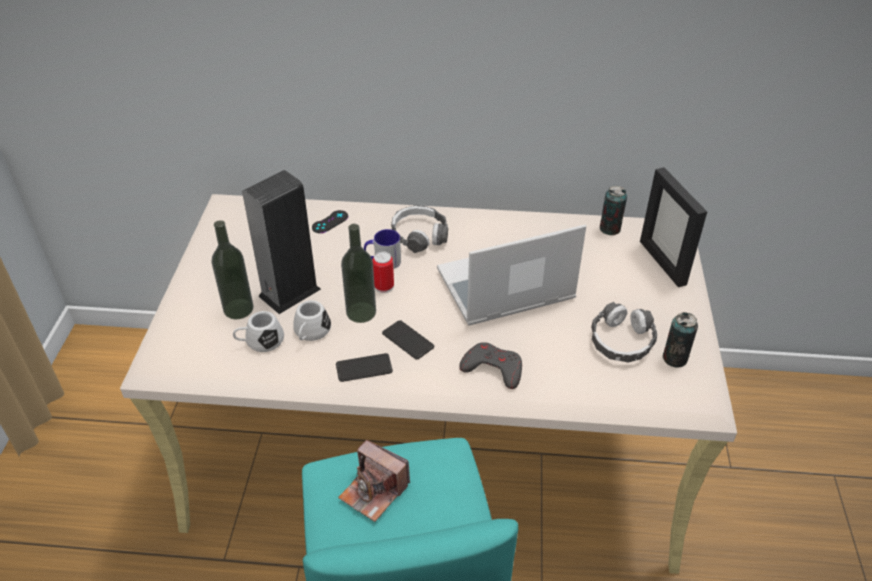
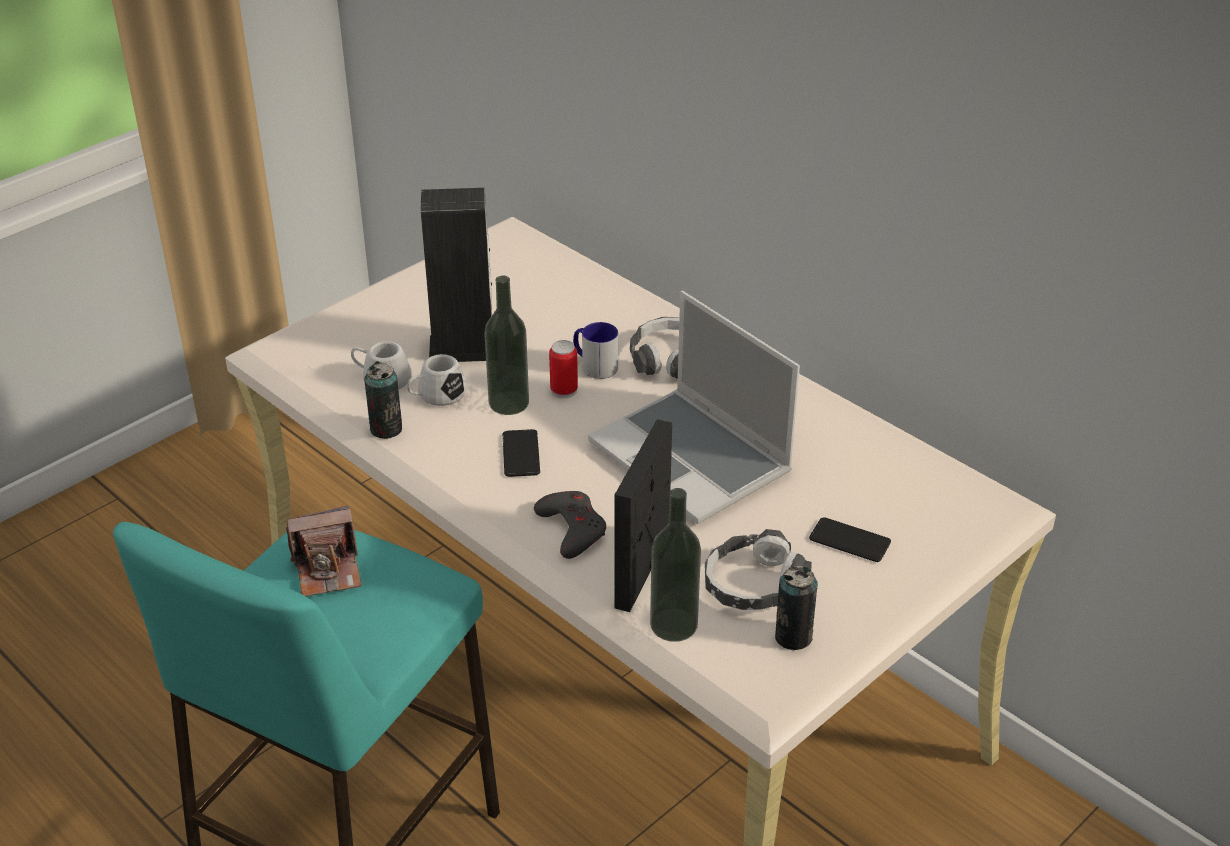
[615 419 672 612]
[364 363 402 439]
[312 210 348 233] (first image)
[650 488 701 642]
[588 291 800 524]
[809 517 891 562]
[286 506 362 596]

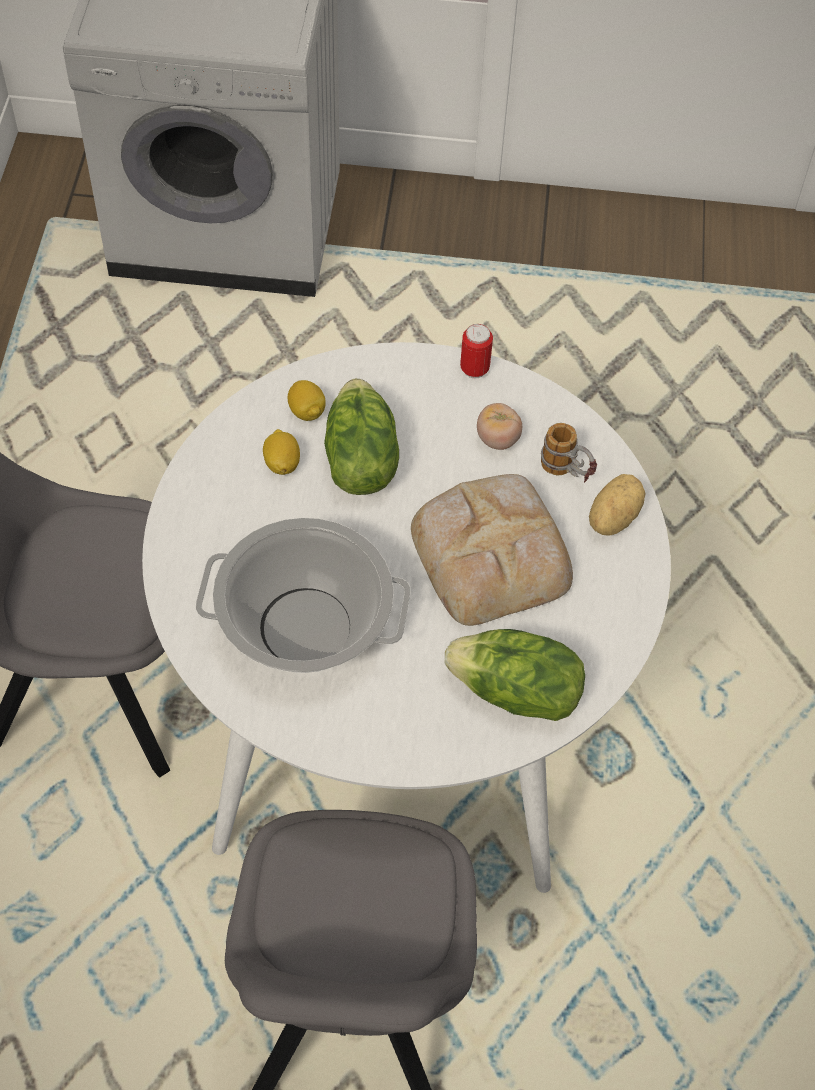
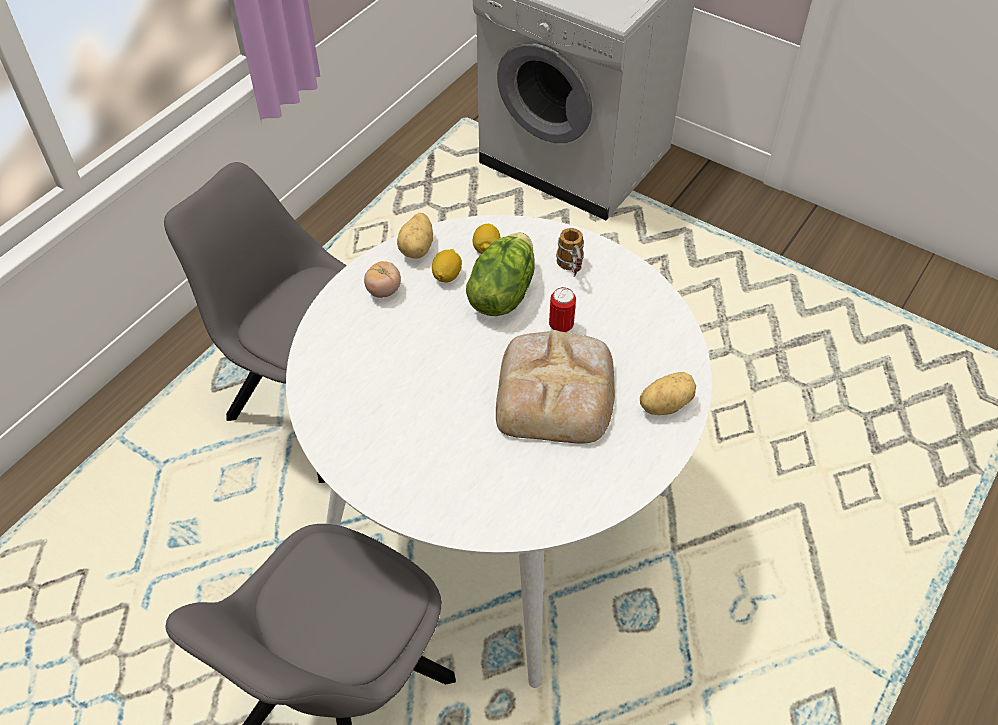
[549 287 576 333]
[364 261 401 298]
[556 228 584 277]
[196 518 410 673] (first image)
[445 629 585 721] (first image)
[397 213 433 259]

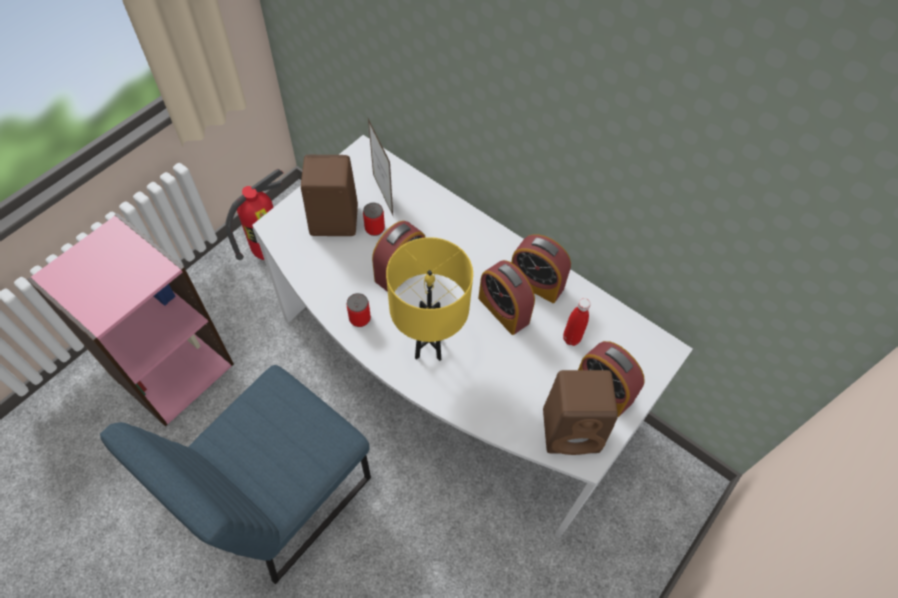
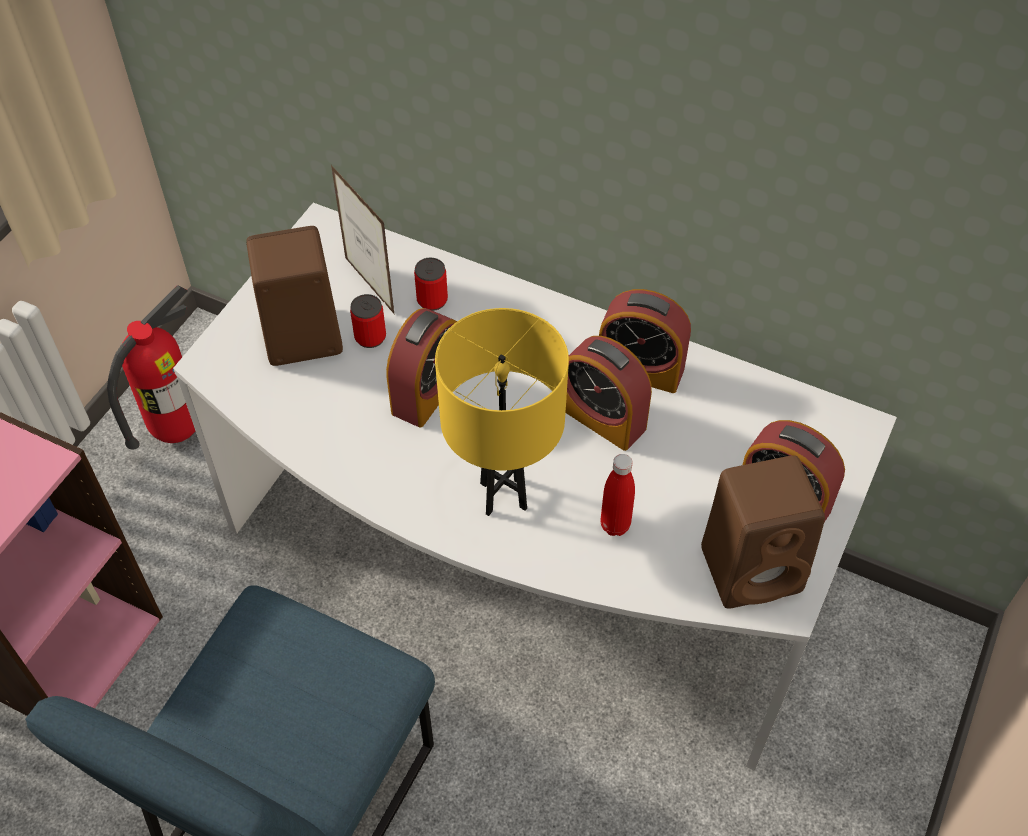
[414 257 448 311]
[601 454 635 536]

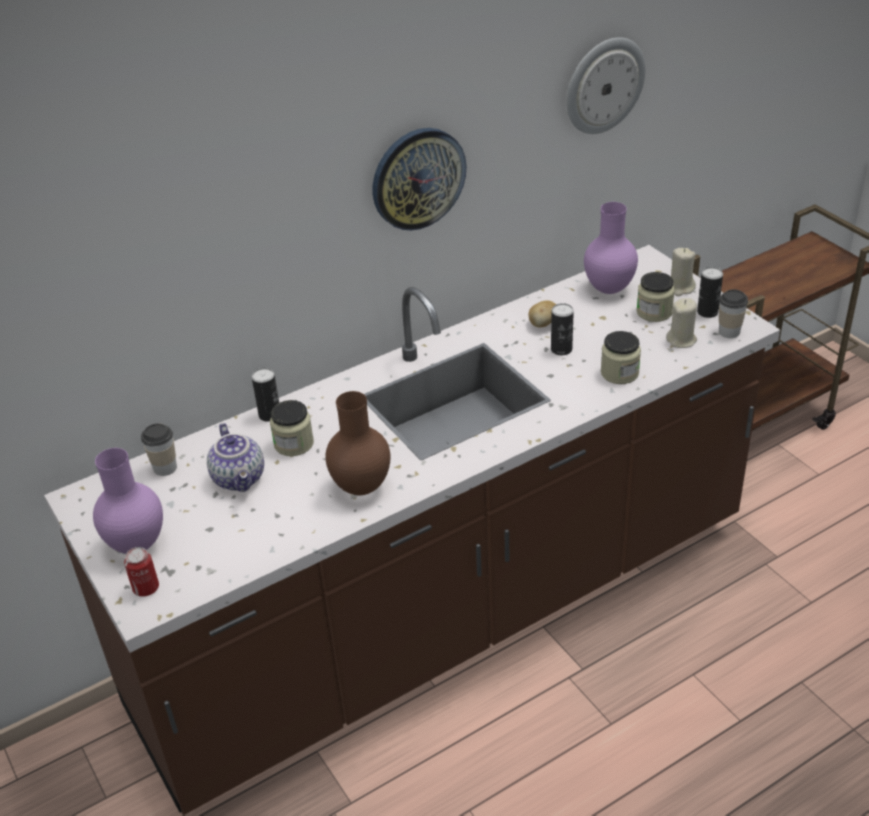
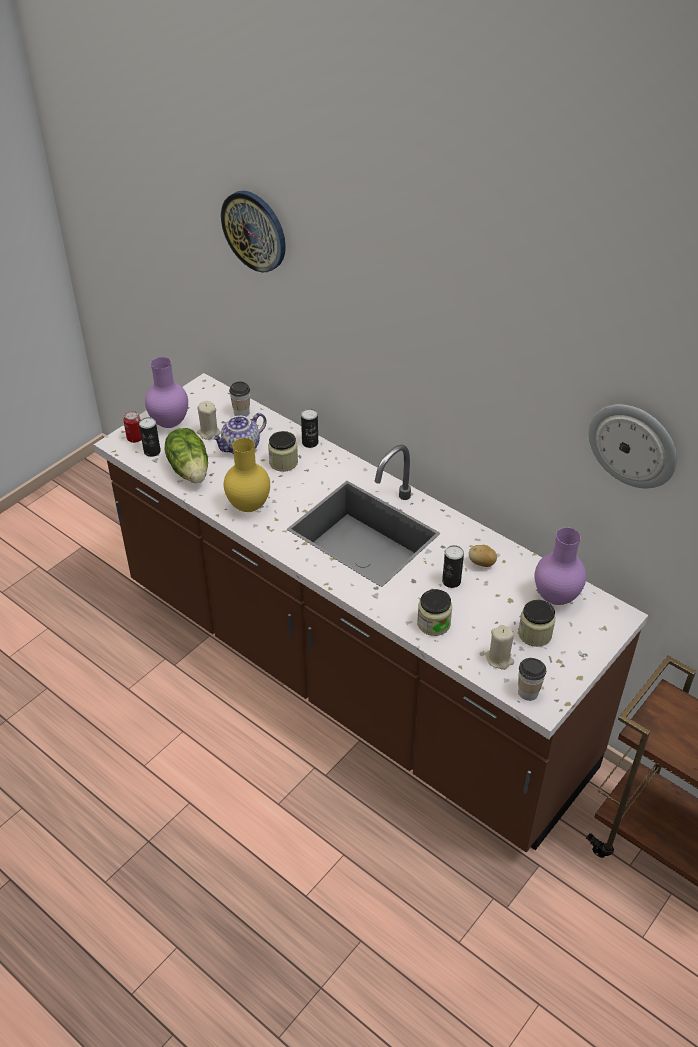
[221 191 286 272]
[197 401 221 440]
[139 417 161 457]
[224 438 270 512]
[164 428 208 483]

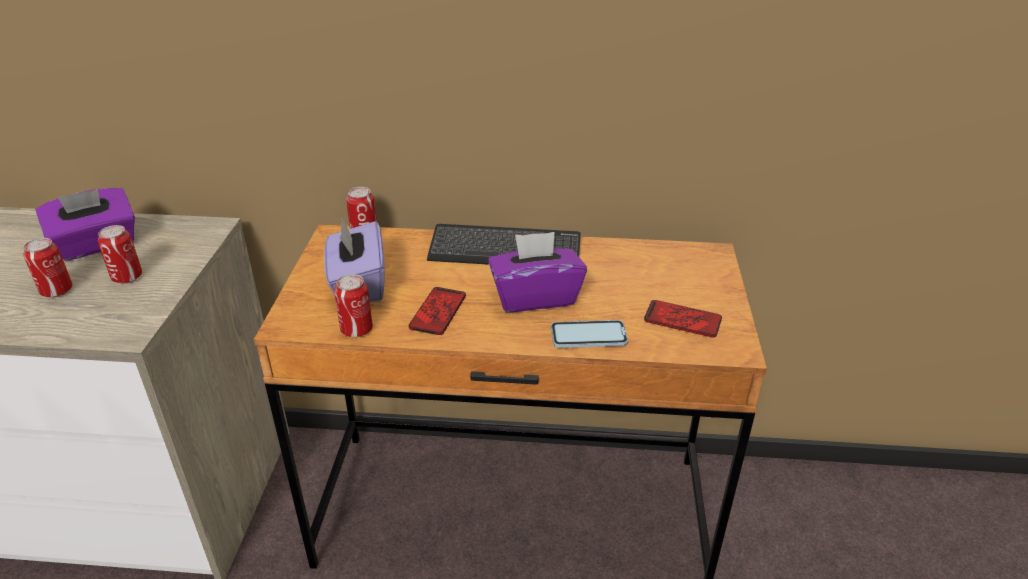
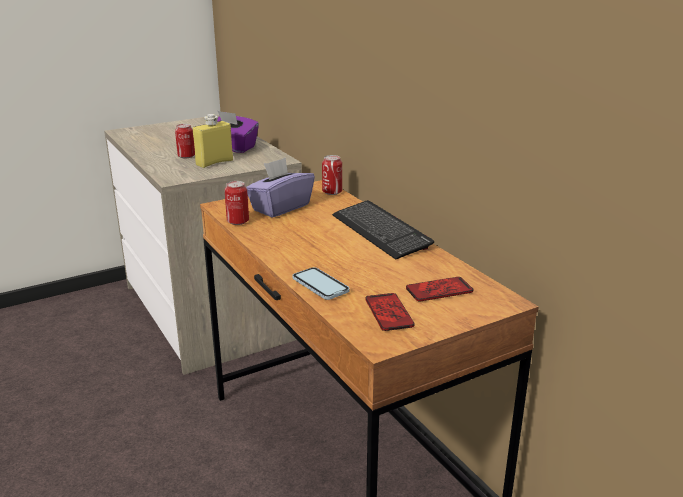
[193 114 233 168]
[488 232 587 312] (first image)
[406 277 473 302]

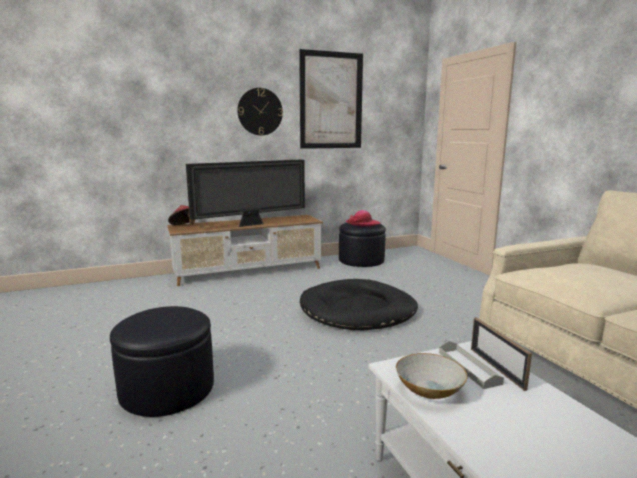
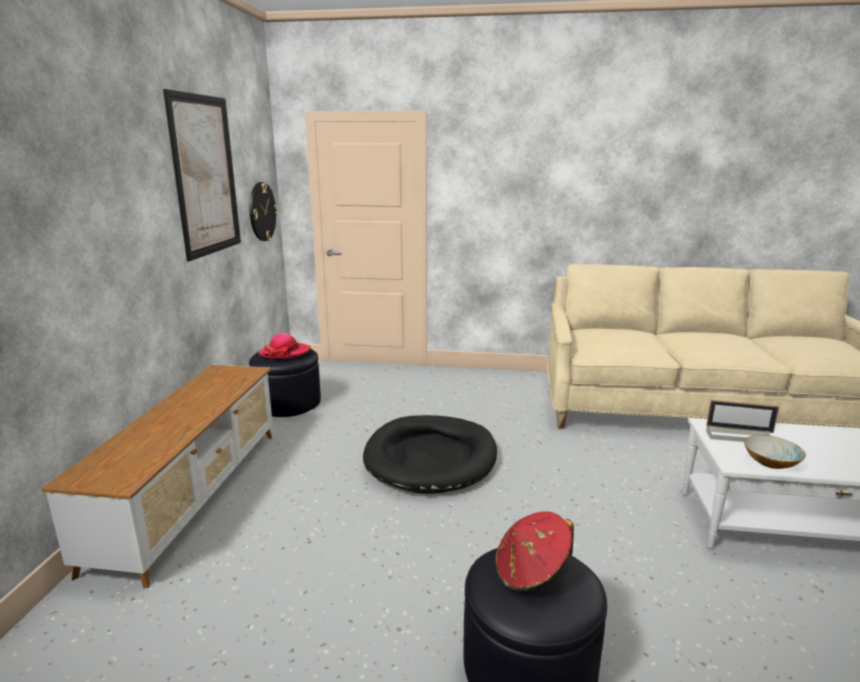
[250 182 278 241]
[186 160 305 227] (first image)
[495 511 574 592]

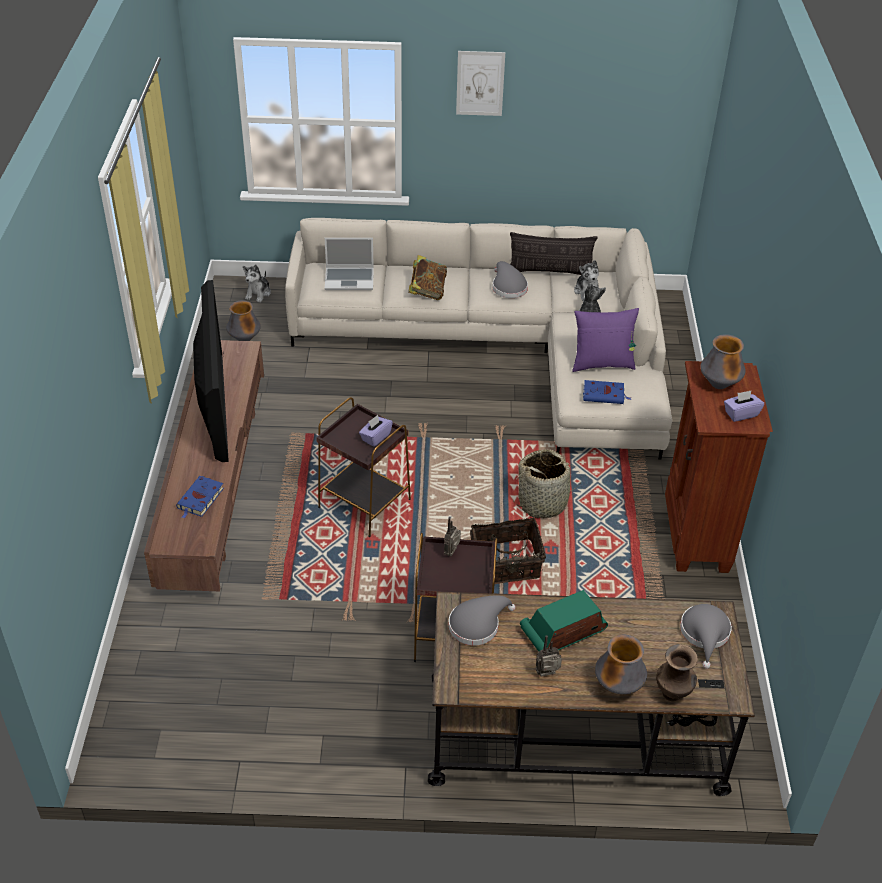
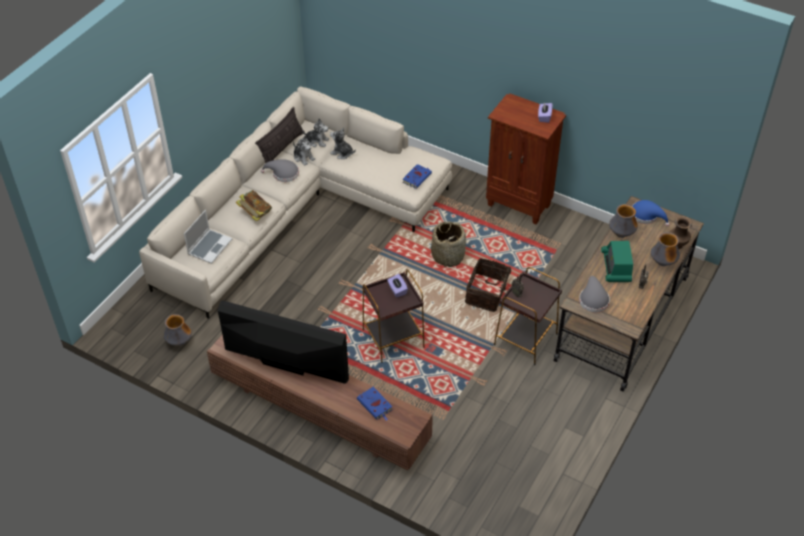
[456 51 505 116] (first image)
[293 136 315 166]
[572 308 639 372] (first image)
[609 204 638 238]
[632 200 670 226]

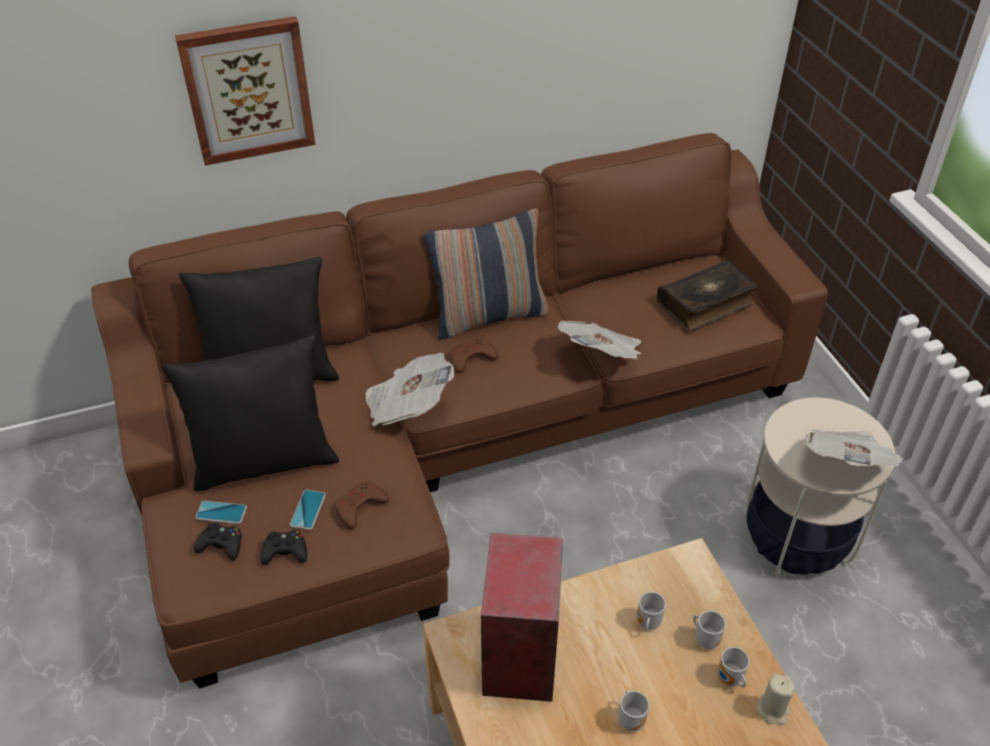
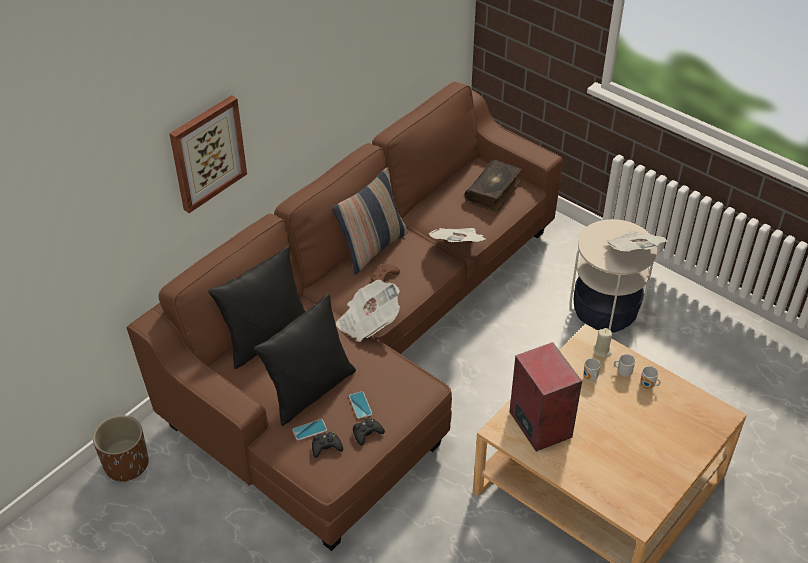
[335 482 389 529] (first image)
[593 328 612 358]
[619 690 649 731] (first image)
[93 415 149 482]

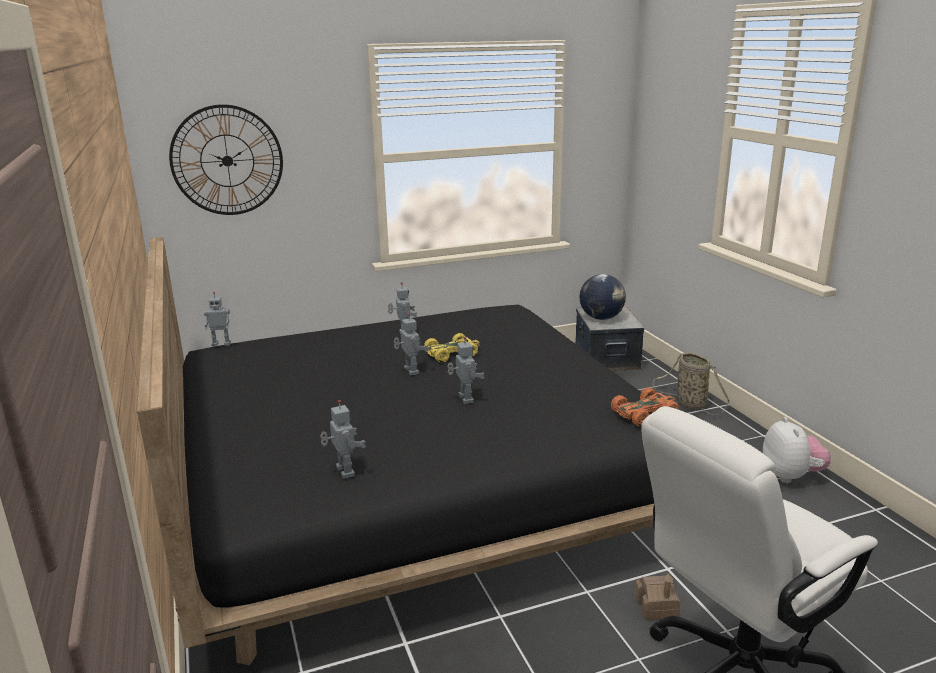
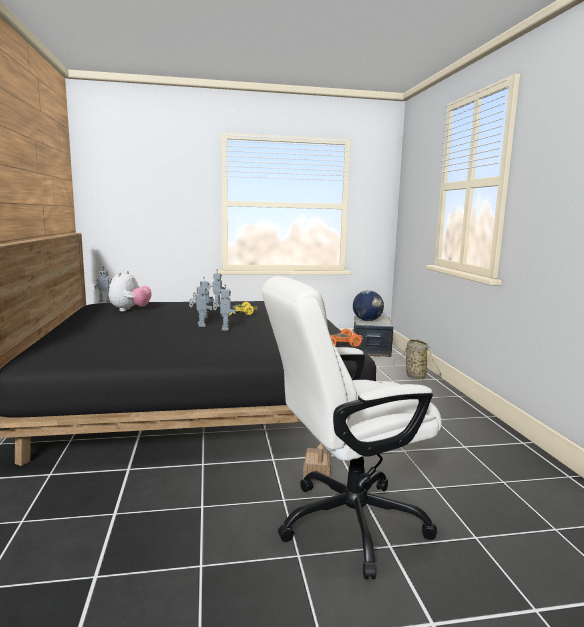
[169 104 283 215] (first image)
[189 282 213 327]
[109 271 152 311]

